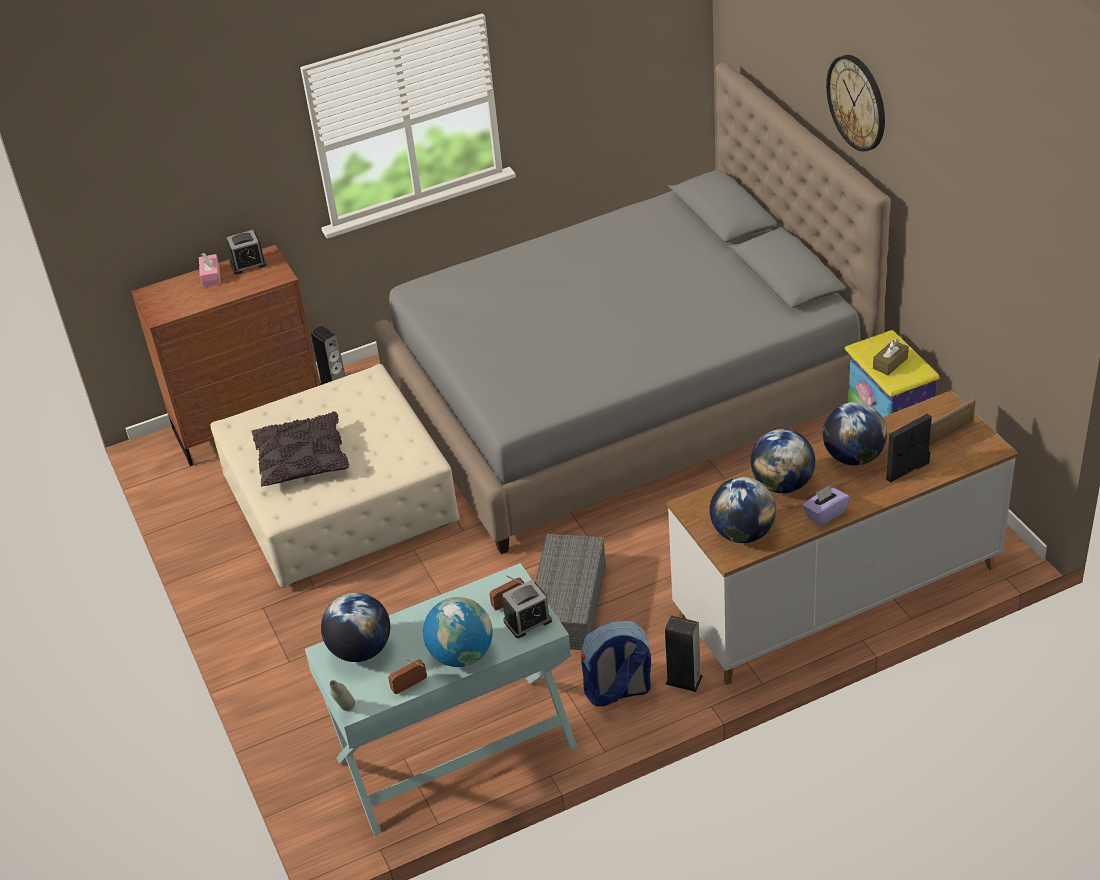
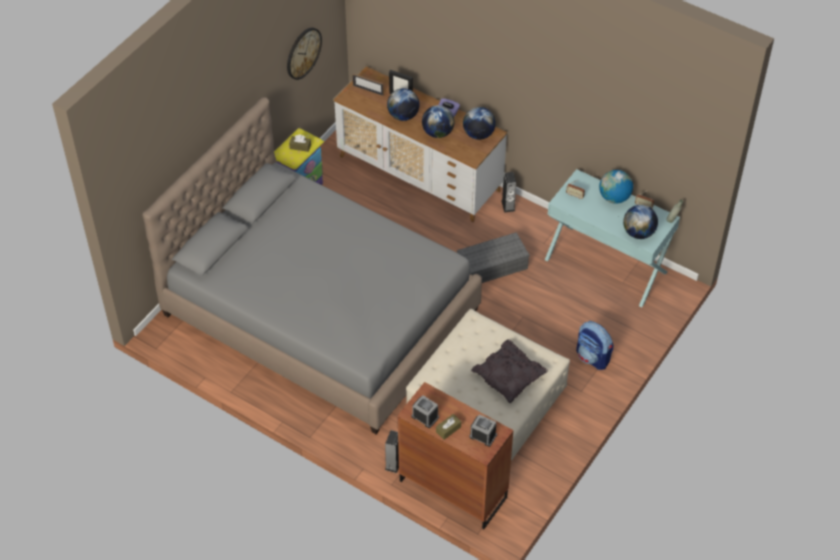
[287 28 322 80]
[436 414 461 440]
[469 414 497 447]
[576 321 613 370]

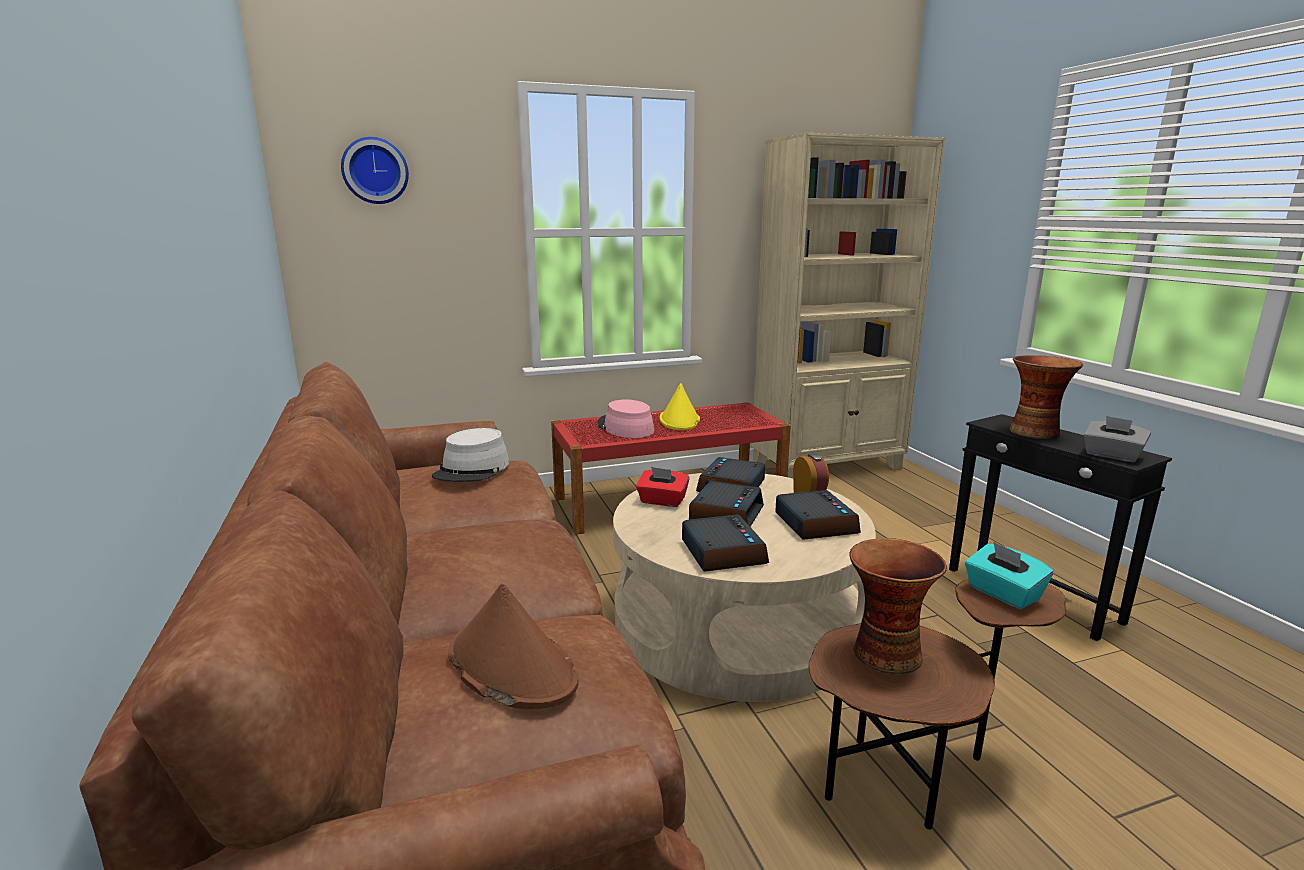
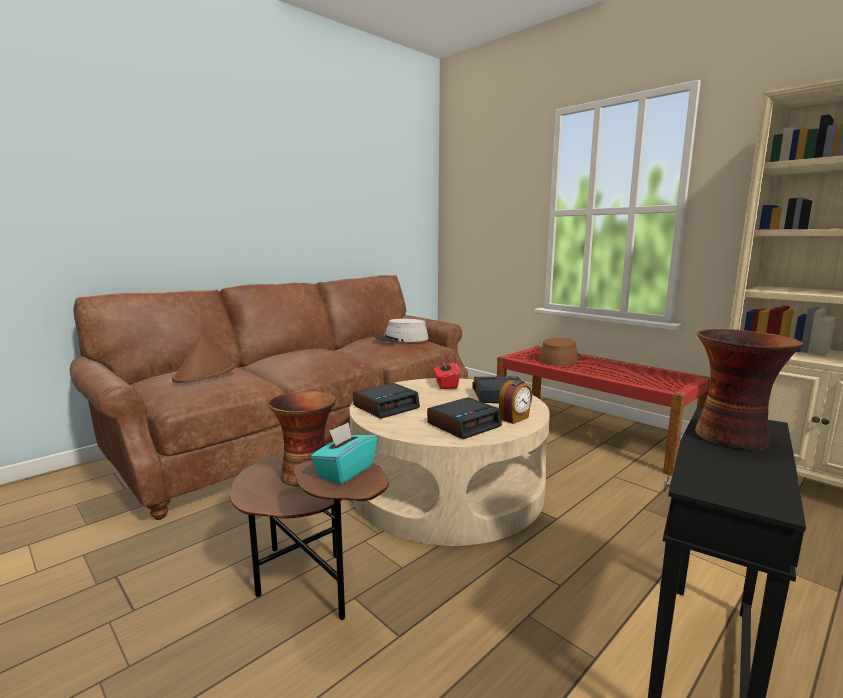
[341 137 409 204] (first image)
[659 383 700 430] (first image)
[539 338 581 366]
[1084 416 1151 462] (first image)
[689 481 764 527] (first image)

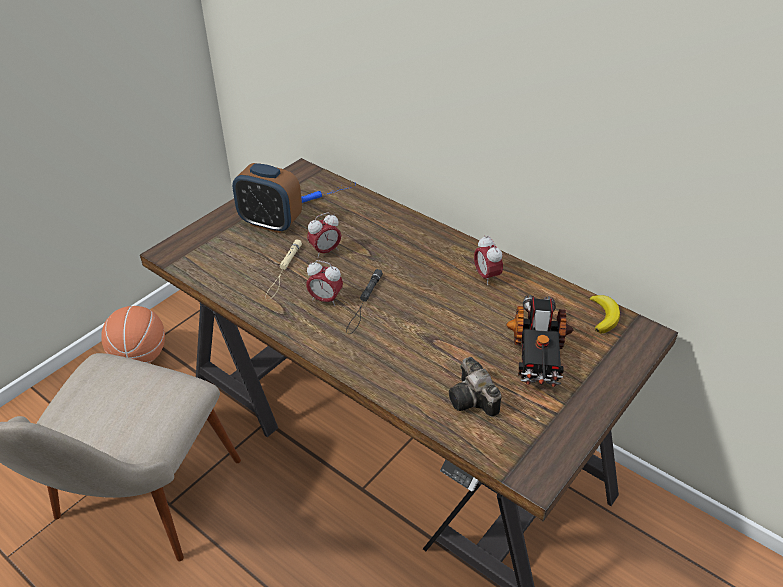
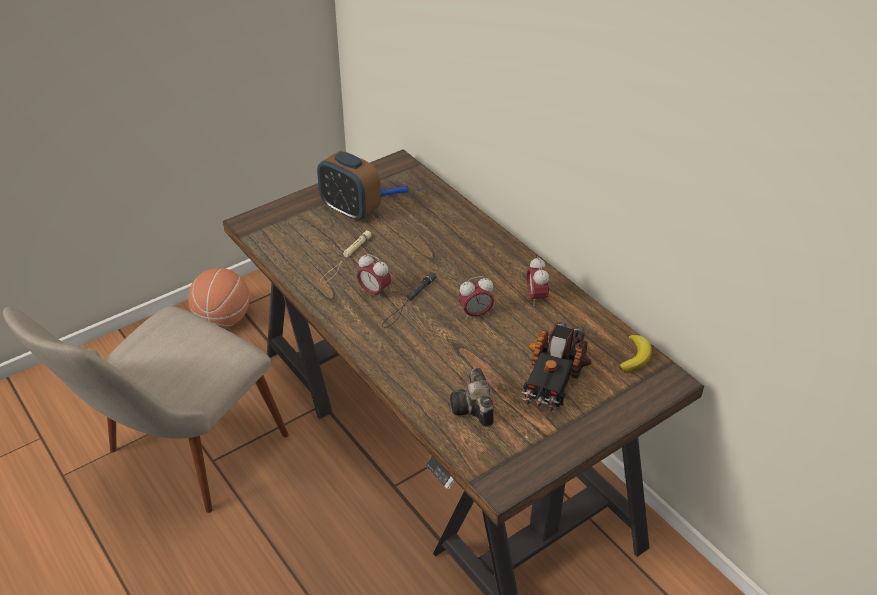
[458 276 494 320]

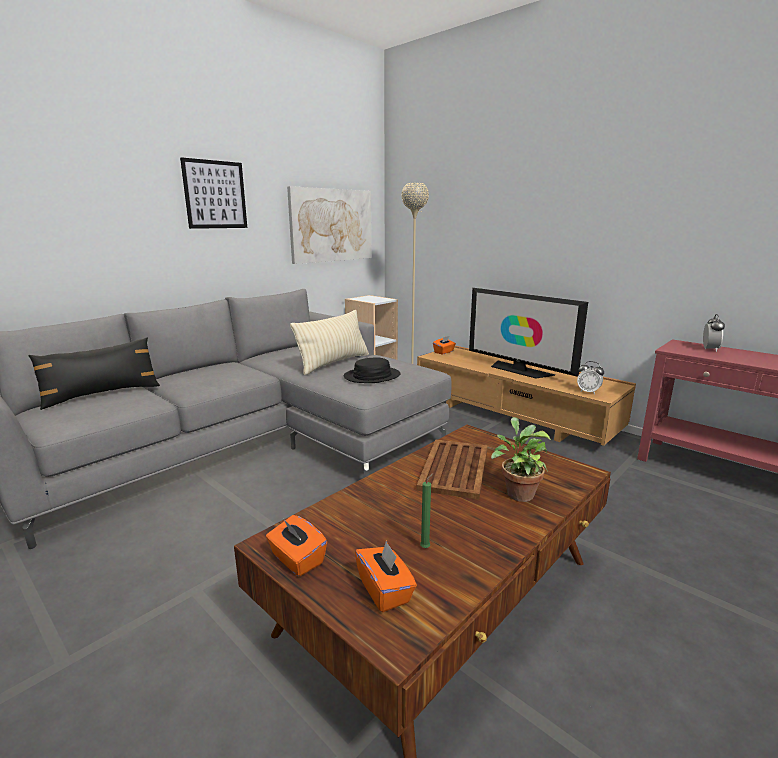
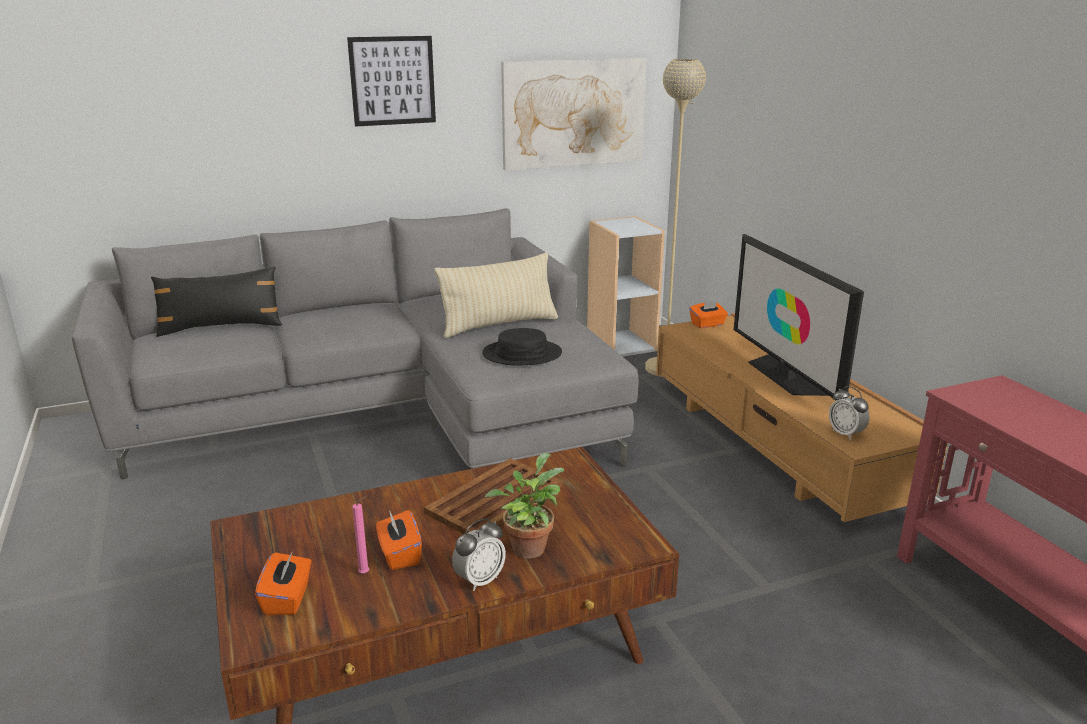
[452 518 506 591]
[352 496 369 574]
[376 510 422 570]

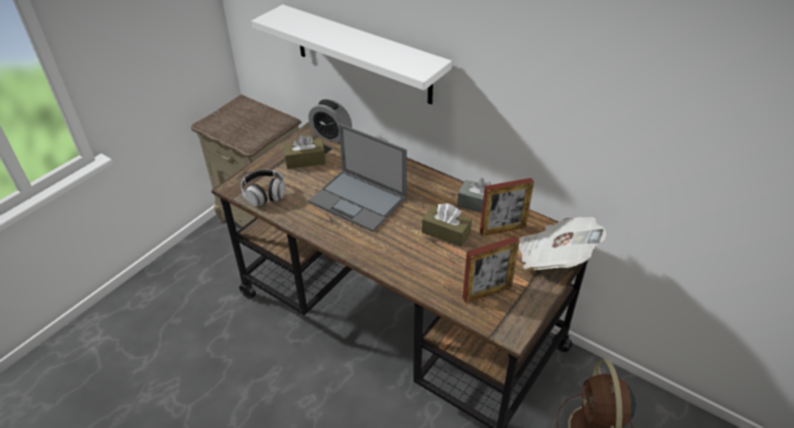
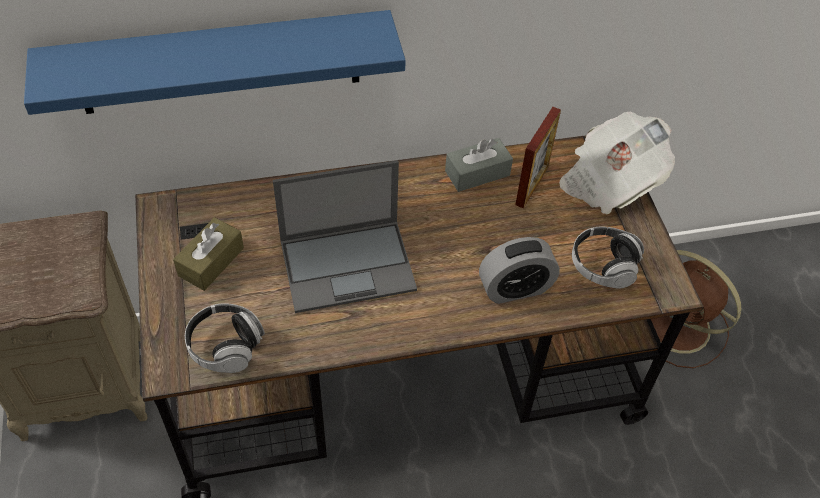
[24 10 406 115]
[479 237 560 304]
[422 203 472 247] (first image)
[572 227 644 289]

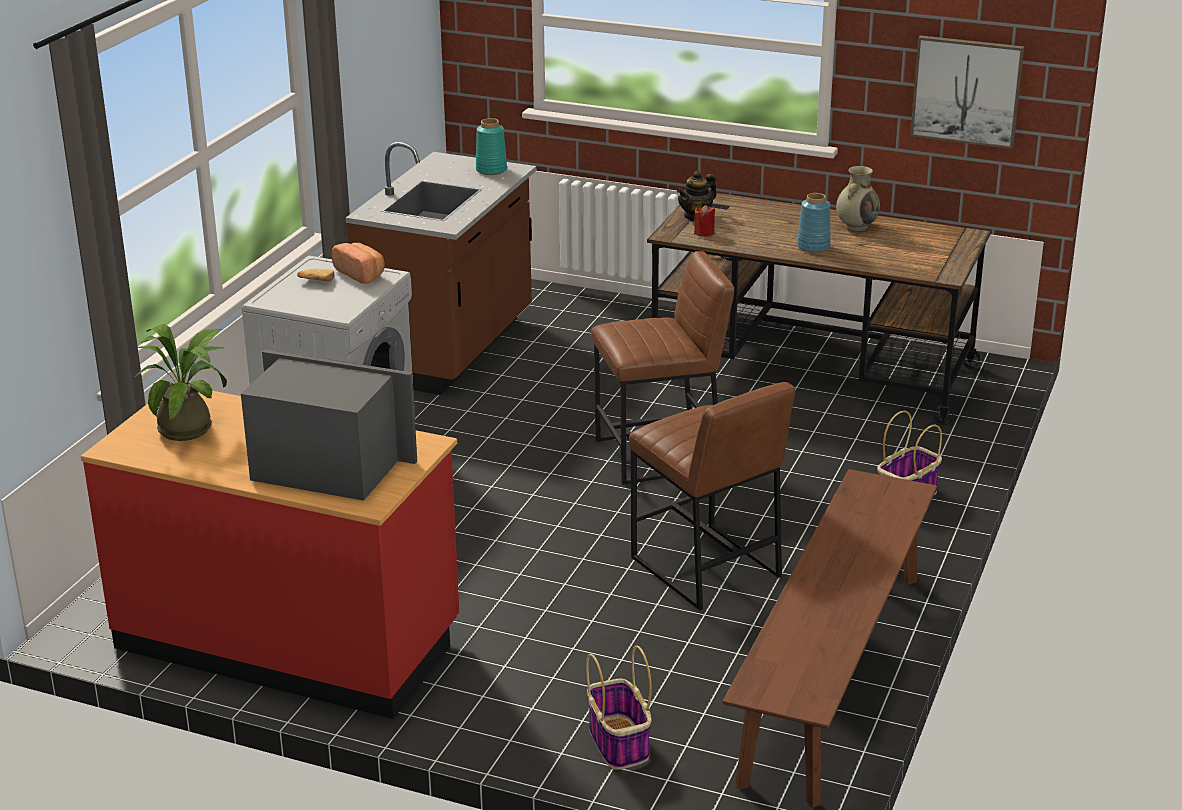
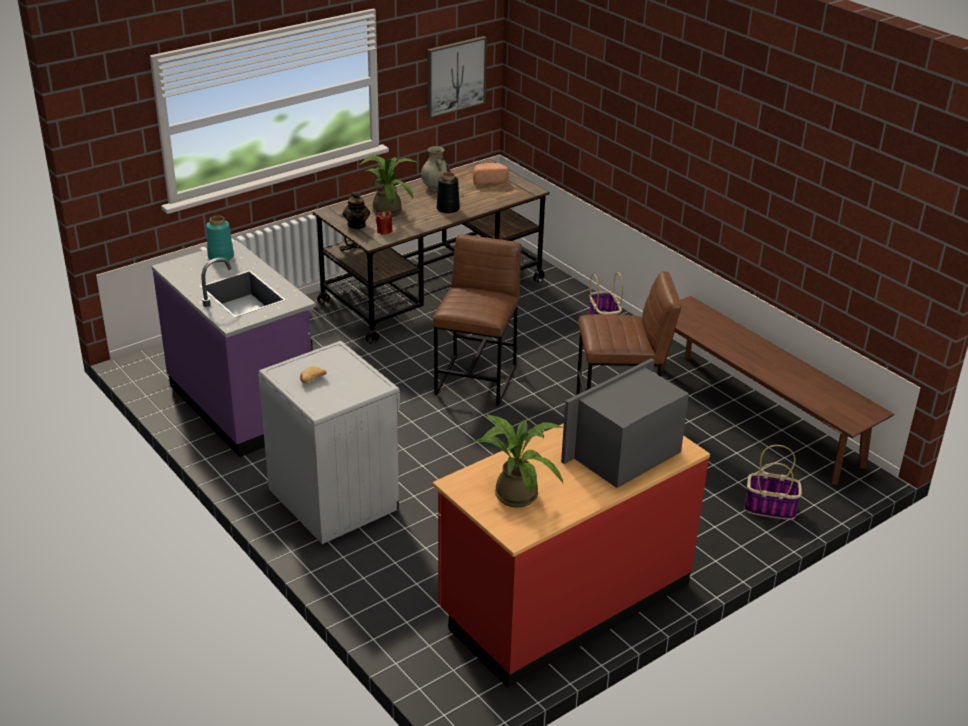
[152 240 316 457]
[437 172 460 214]
[473 163 509 185]
[359 155 418 217]

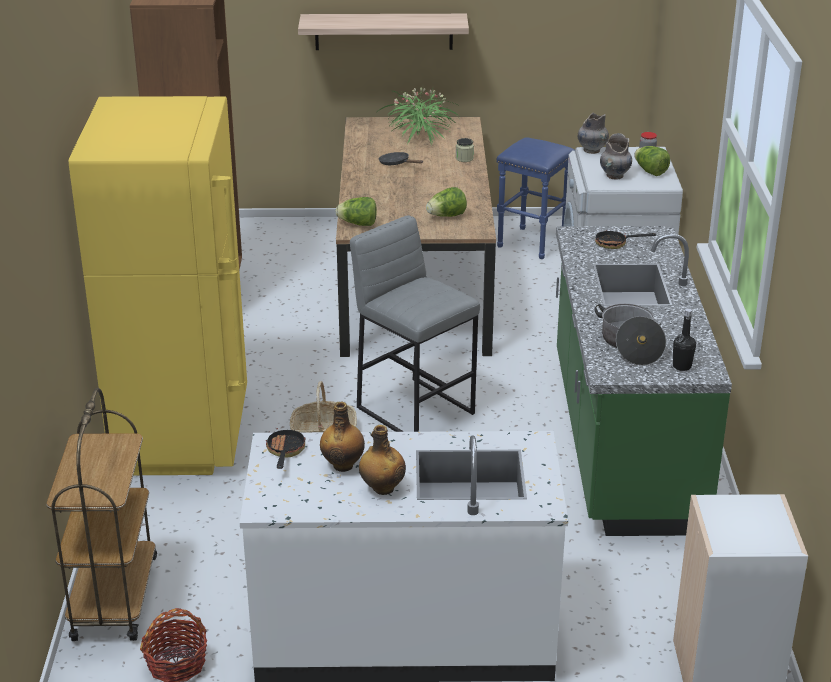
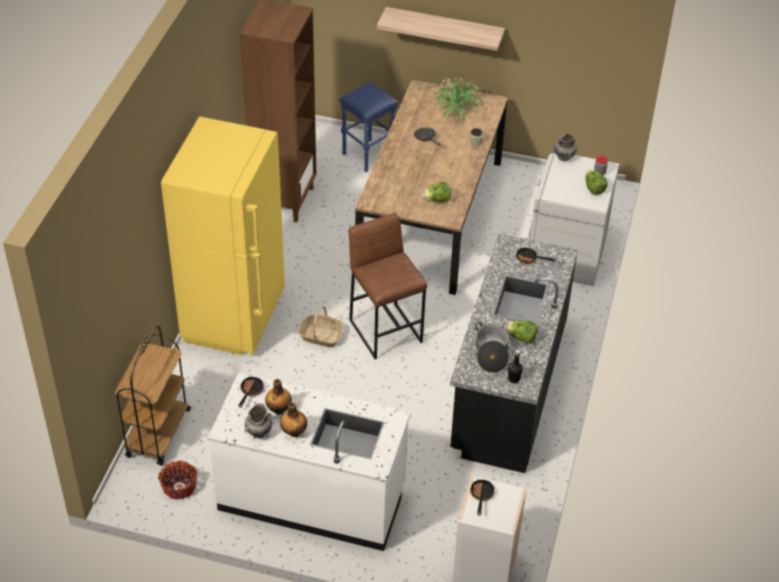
[244 403 272 438]
[339 82 398 172]
[506 320 537 344]
[349 213 427 359]
[450 233 578 473]
[470 478 495 515]

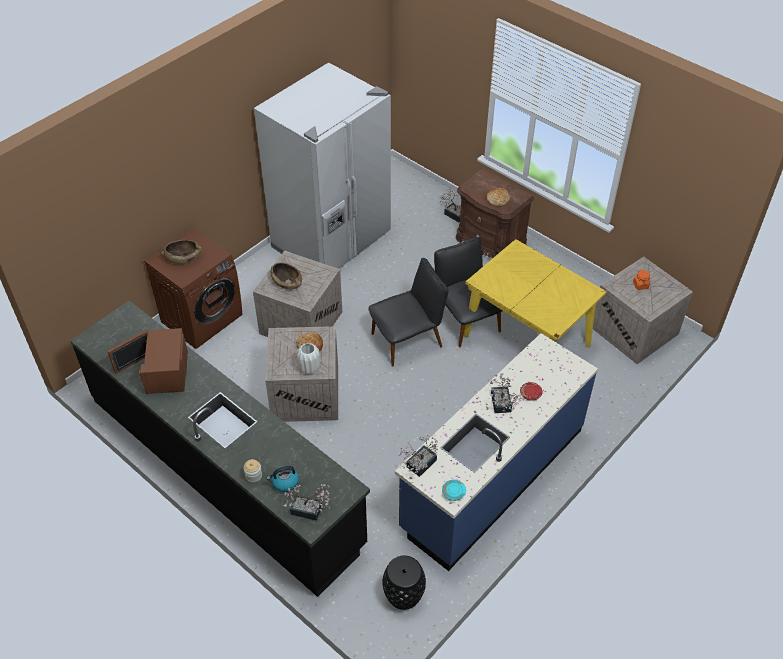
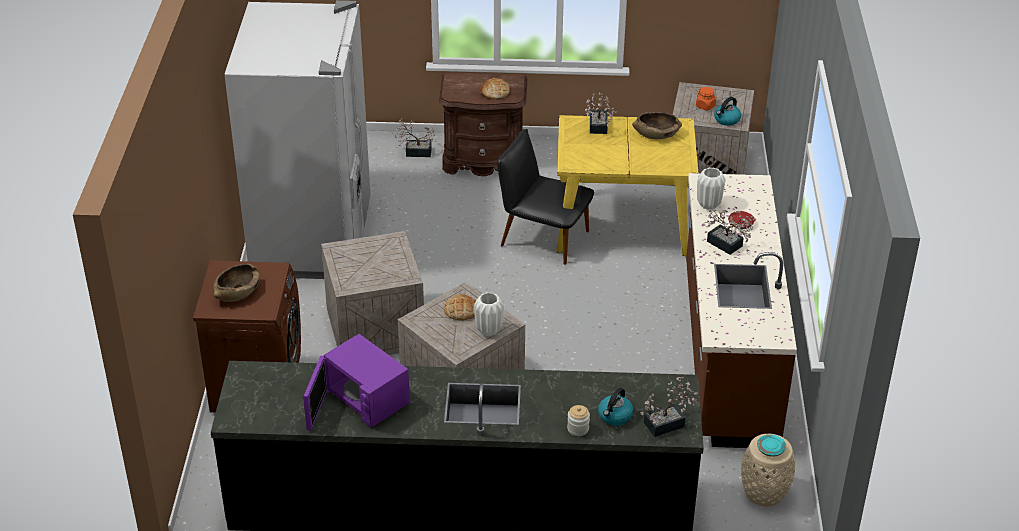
[369 258 449 367] (first image)
[632 112 682 140]
[303 334 410 431]
[686 173 797 448]
[585 92 617 134]
[757 434 786 457]
[741 434 795 507]
[714 97 741 126]
[697 167 726 210]

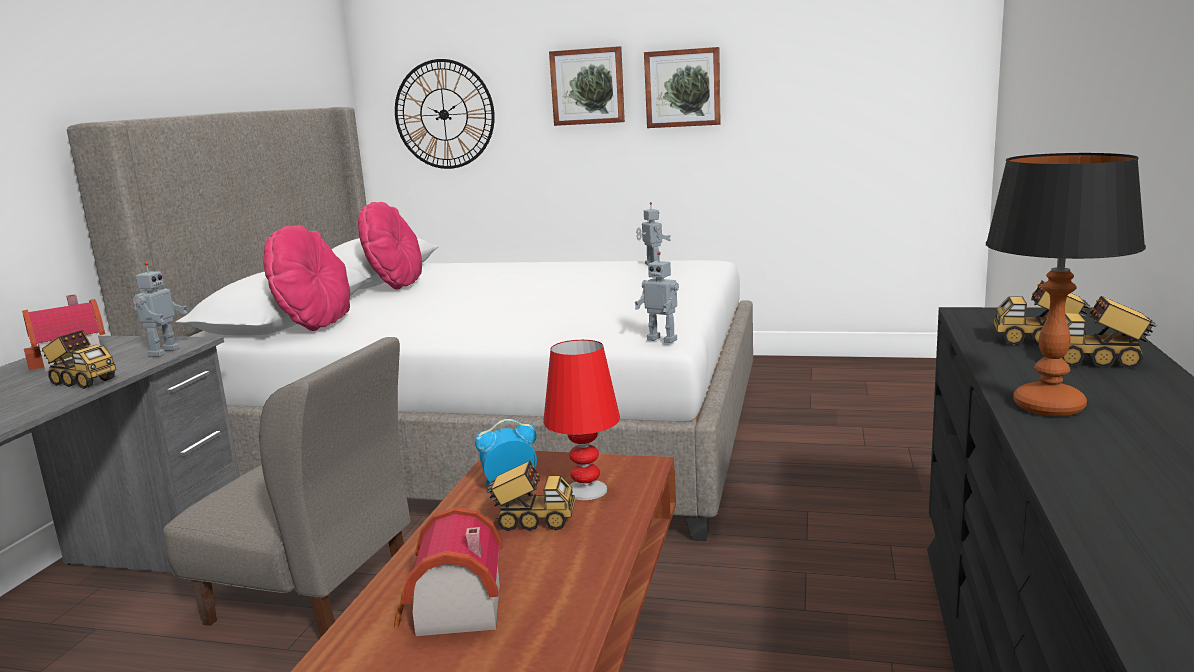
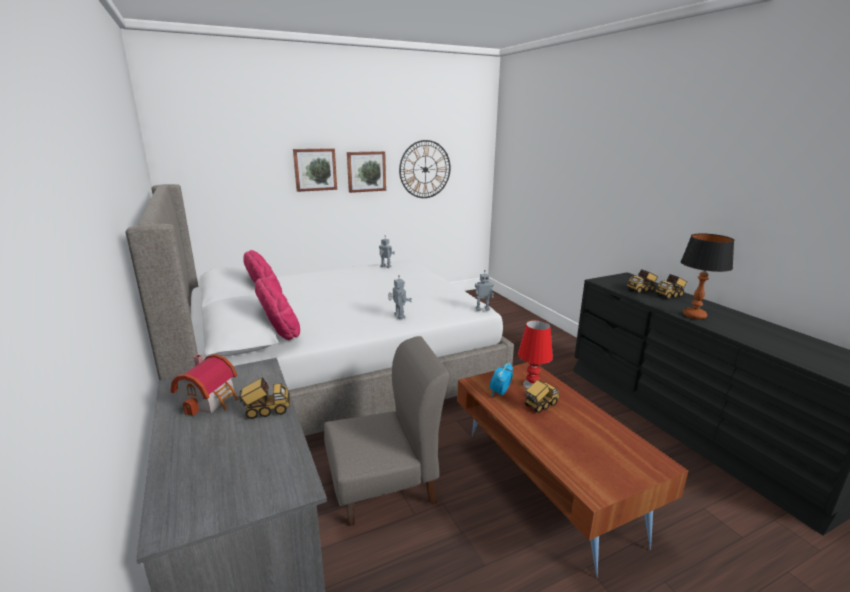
[399 140 451 198]
[388 275 412 319]
[394 507 503 636] (first image)

